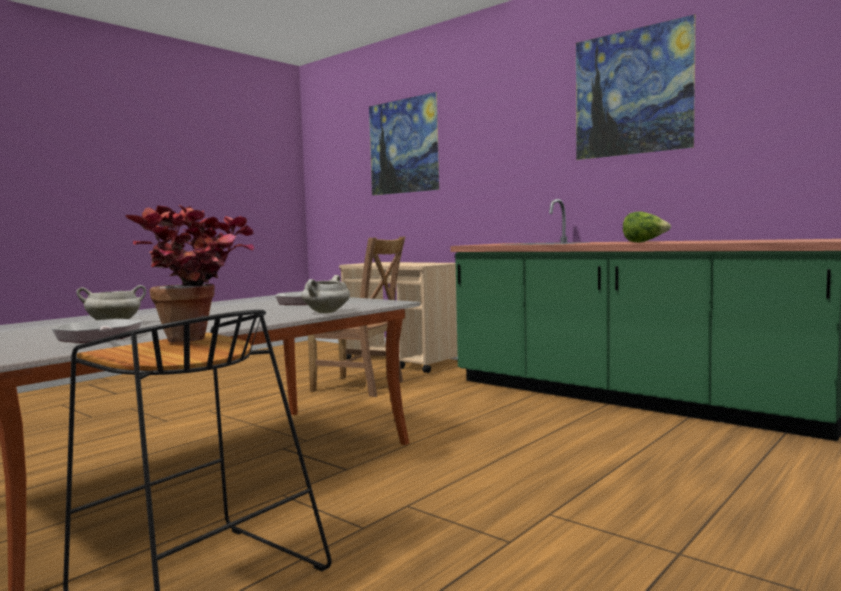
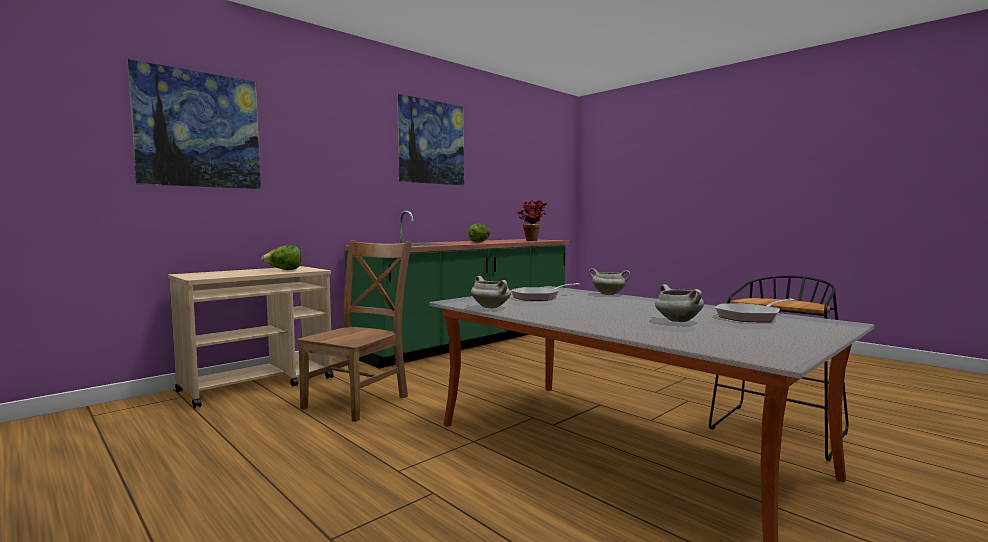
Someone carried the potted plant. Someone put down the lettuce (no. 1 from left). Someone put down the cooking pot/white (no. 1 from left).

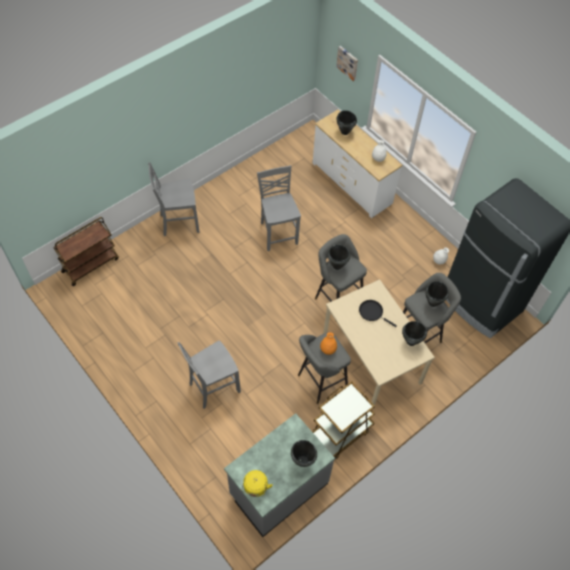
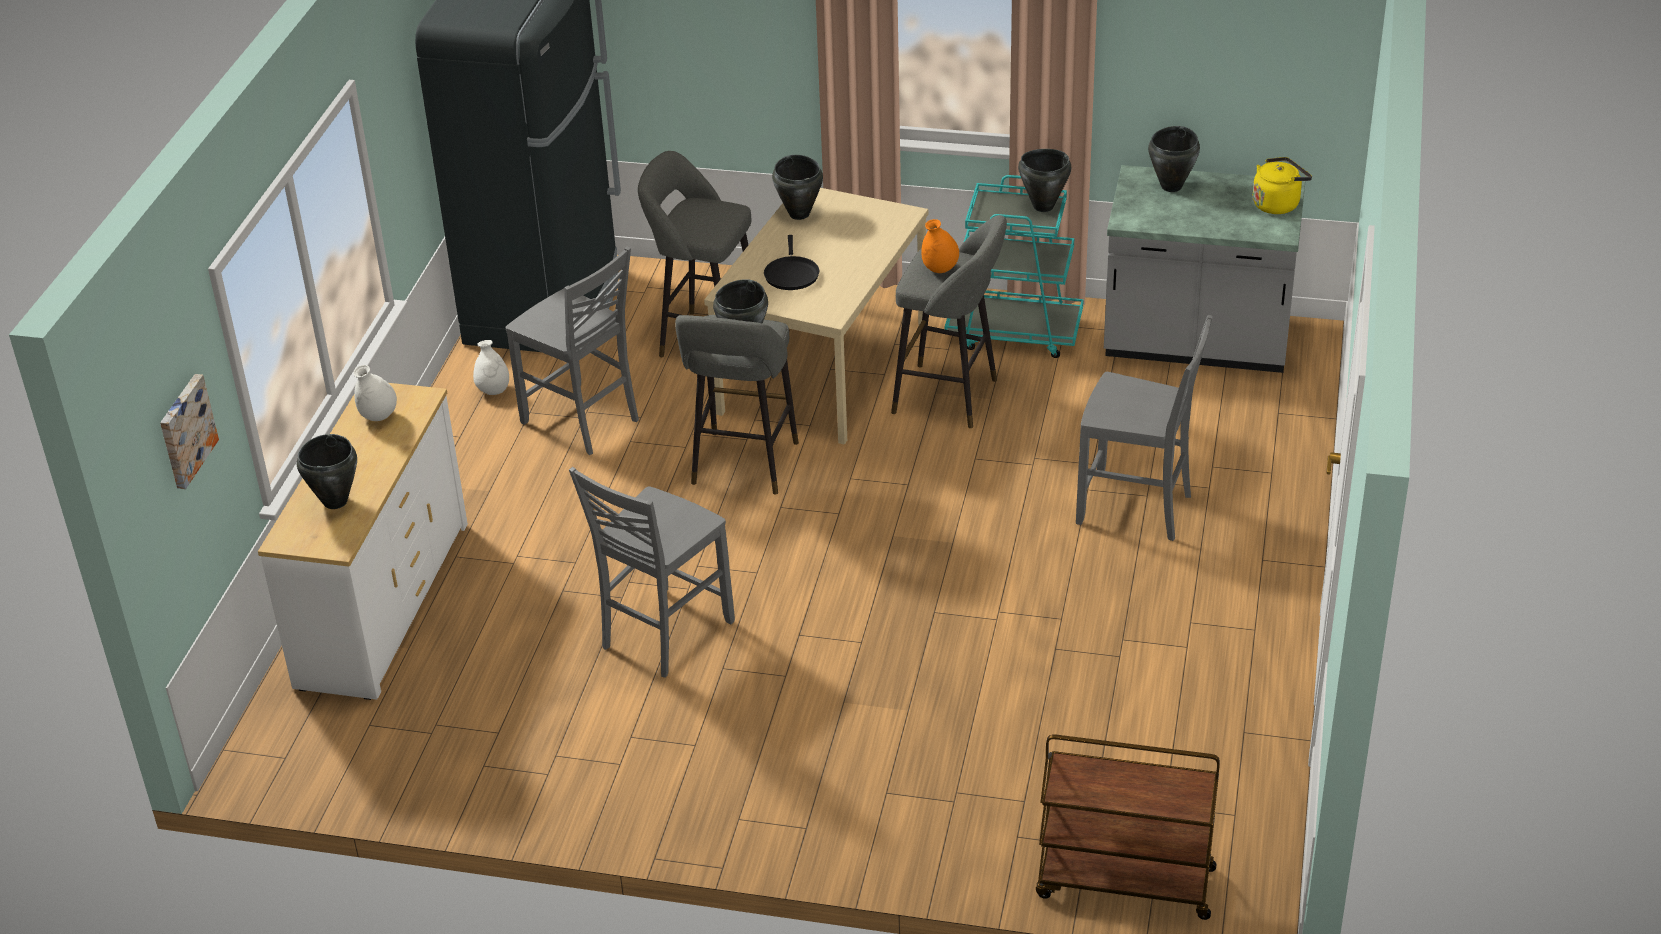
Someone carried the chair/grey (no. 1 from left). Someone repainted the cart/brown (no. 2 from left), which became the cart/turquoise. Someone carried the cooking pot/black (no. 5 from left in the first image).

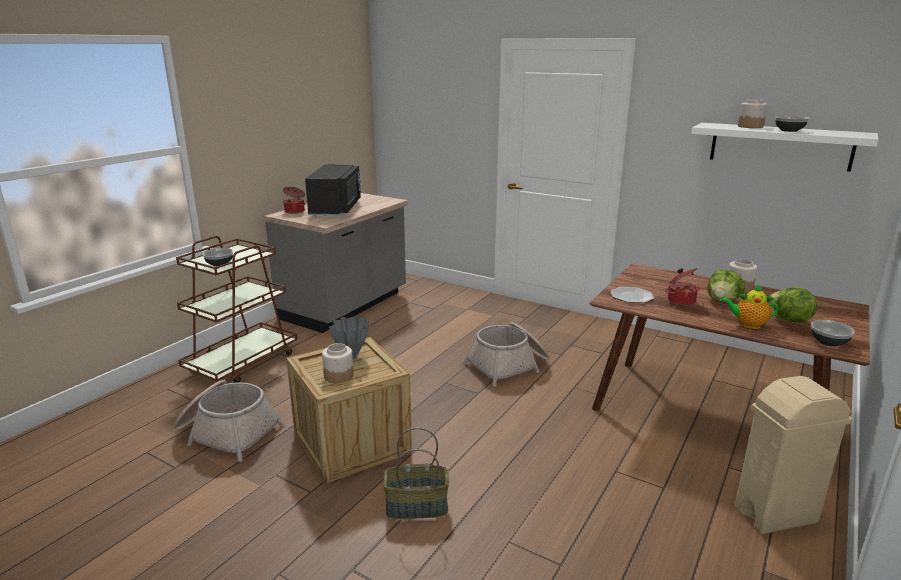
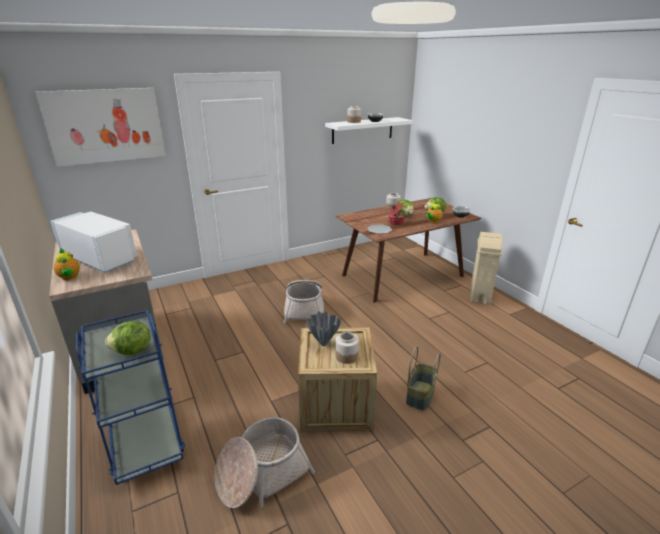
Someone repainted the cart/brown, which became the cart/blue. Someone swapped the bowl (no. 1 from left) for the lettuce (no. 1 from left). Someone swapped the cooking pot (no. 1 from left) for the teapot (no. 1 from left). Someone repainted the microwave/black, which became the microwave/white. Someone put up the picture.

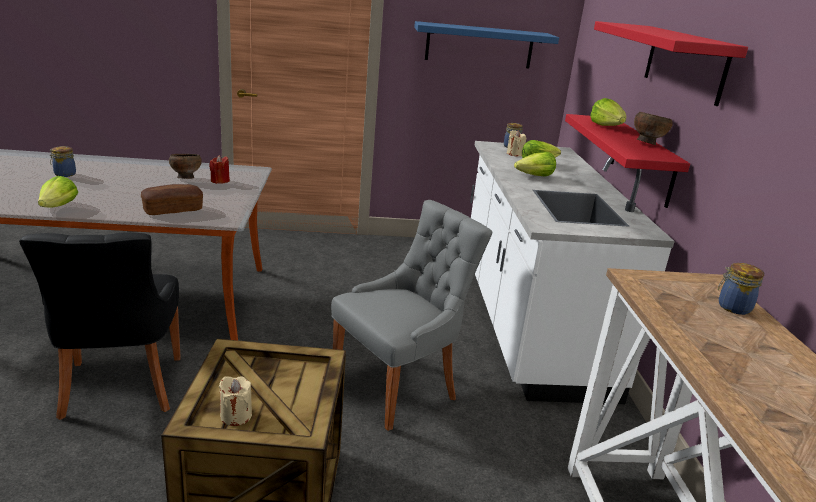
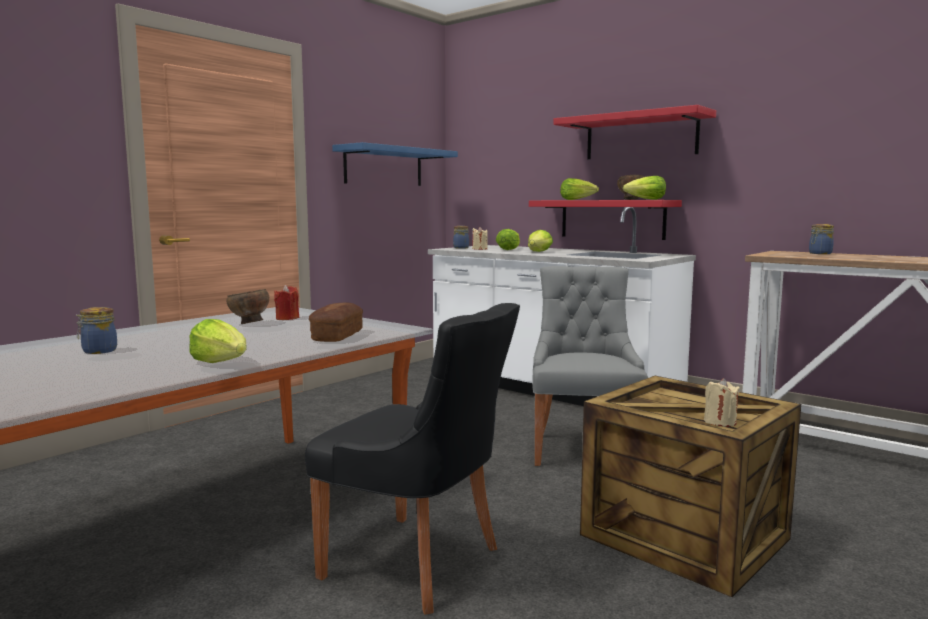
Someone put down the lettuce (no. 5 from left).

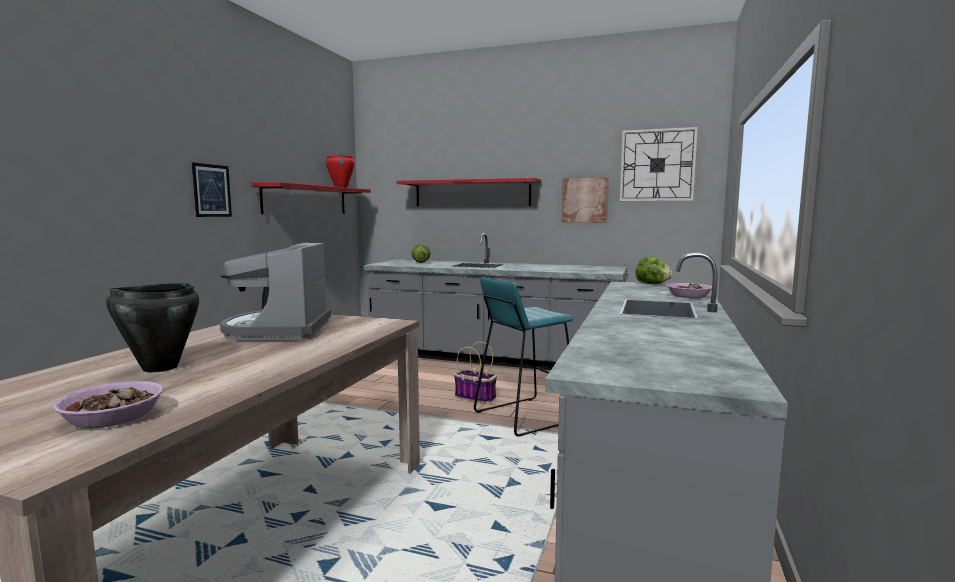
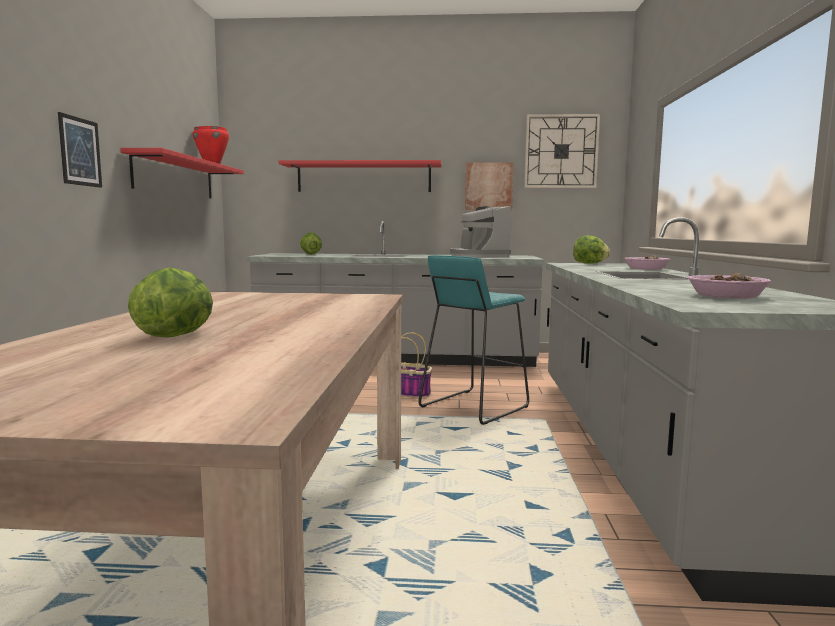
Someone carried the bowl (no. 1 from left in the first image). Someone swapped the cooking pot/black for the lettuce (no. 1 from left). Someone carried the coffee machine.

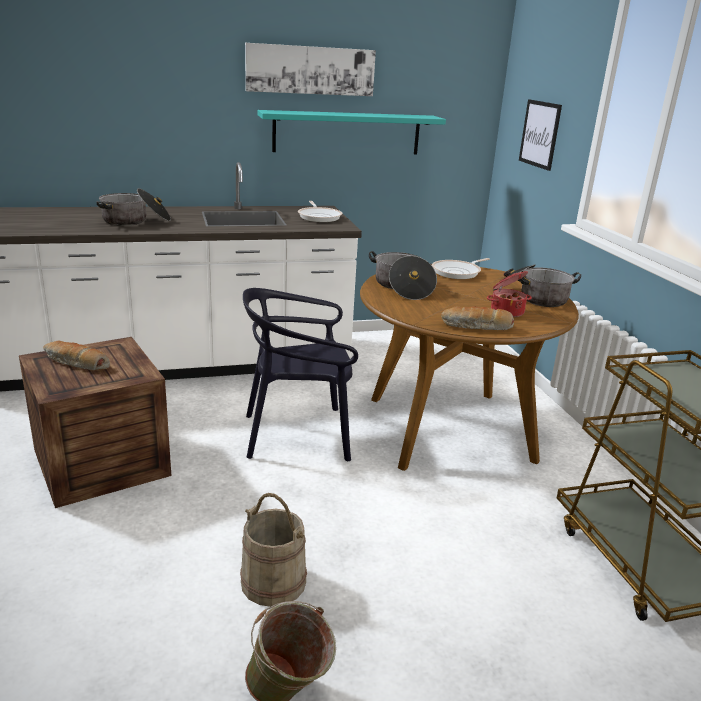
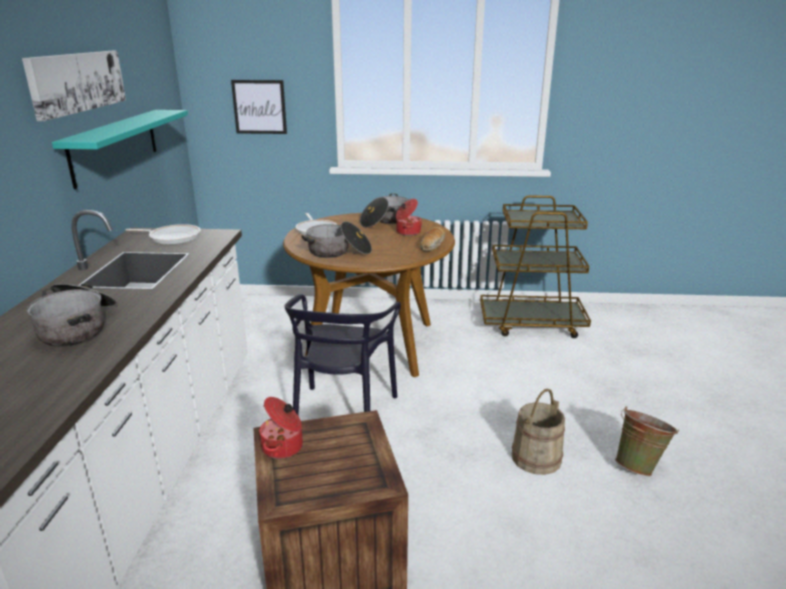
Someone took away the bread (no. 1 from left). Someone put down the cooking pot (no. 2 from left).

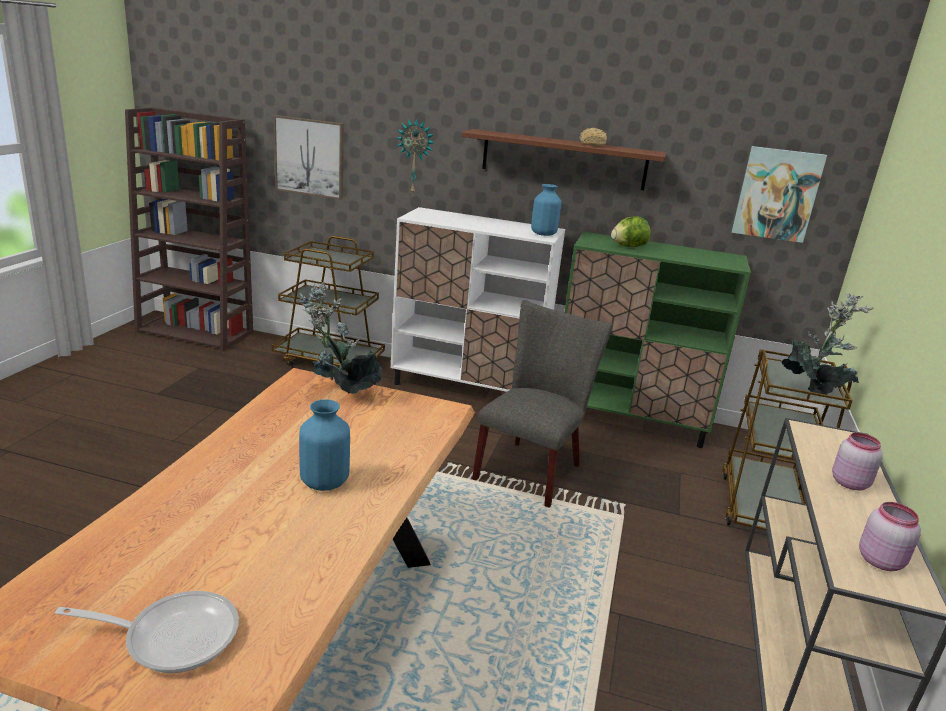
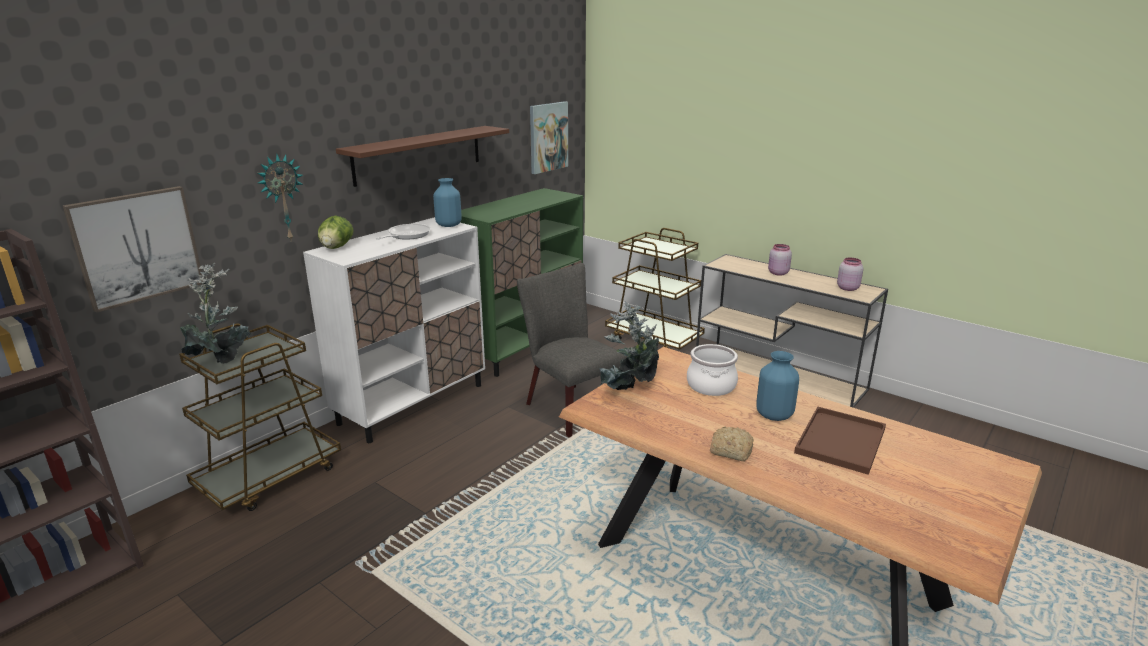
Someone carried the frying pan. Someone carried the bread. Someone carried the lettuce. Someone carried the potted plant (no. 2 from left in the first image). Someone put down the cooking pot. Someone put down the tray/brown.

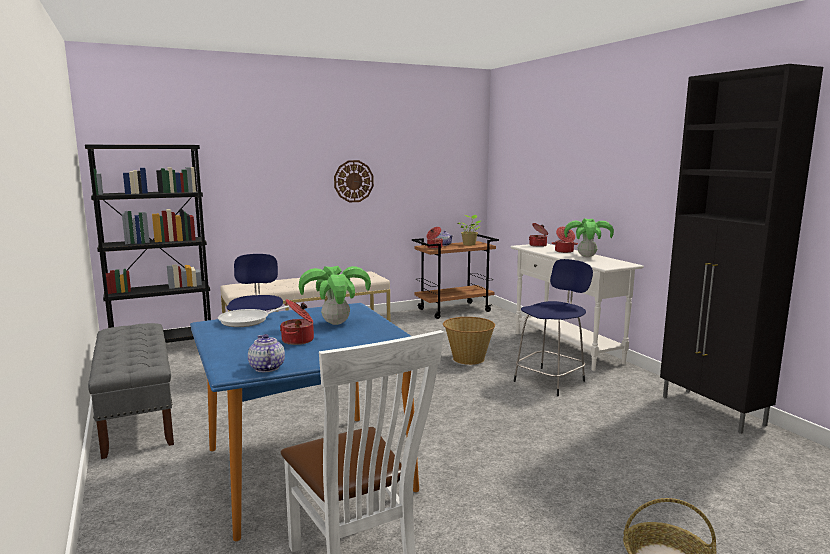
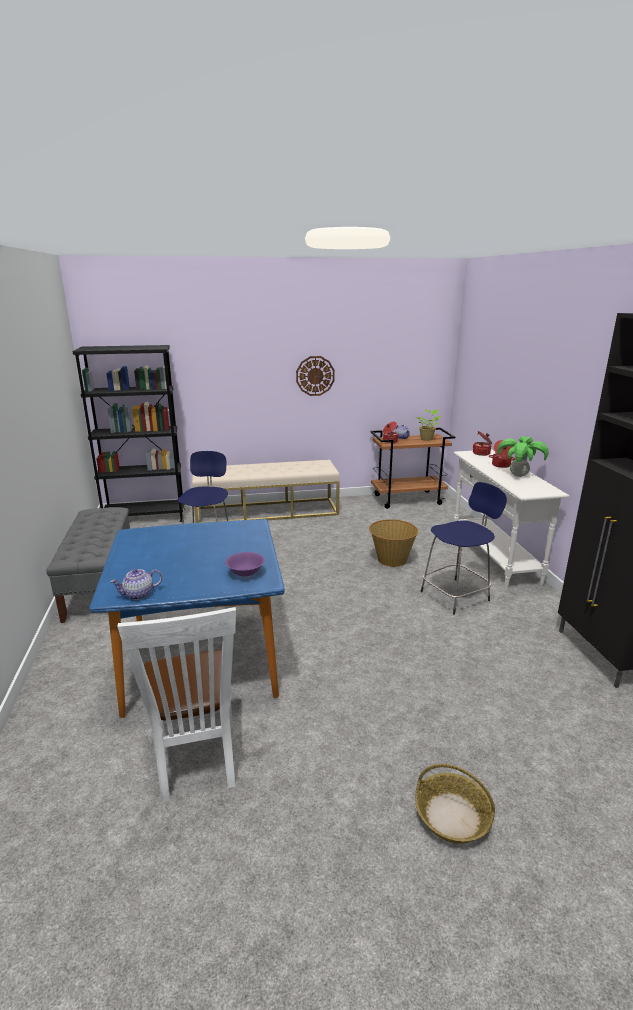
Someone took away the frying pan. Someone rotated the teapot (no. 1 from left) by 105 degrees counterclockwise. Someone took away the cooking pot (no. 1 from left). Someone took away the potted plant (no. 1 from left). Someone put down the bowl/purple.

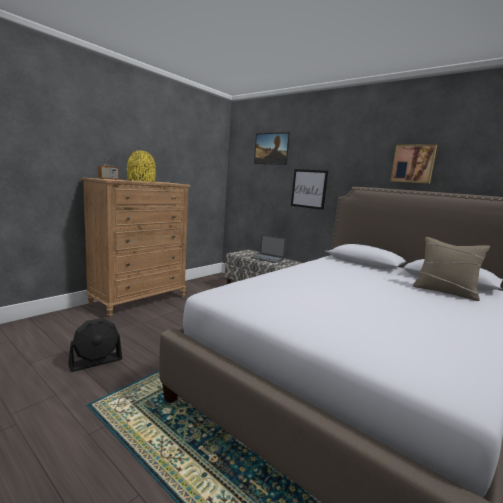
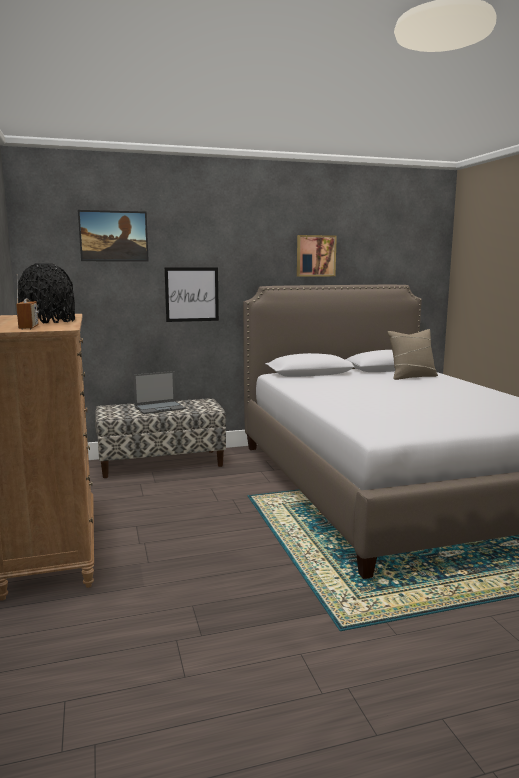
Someone took away the fan/black. Someone repainted the vase/yellow, which became the vase/black.

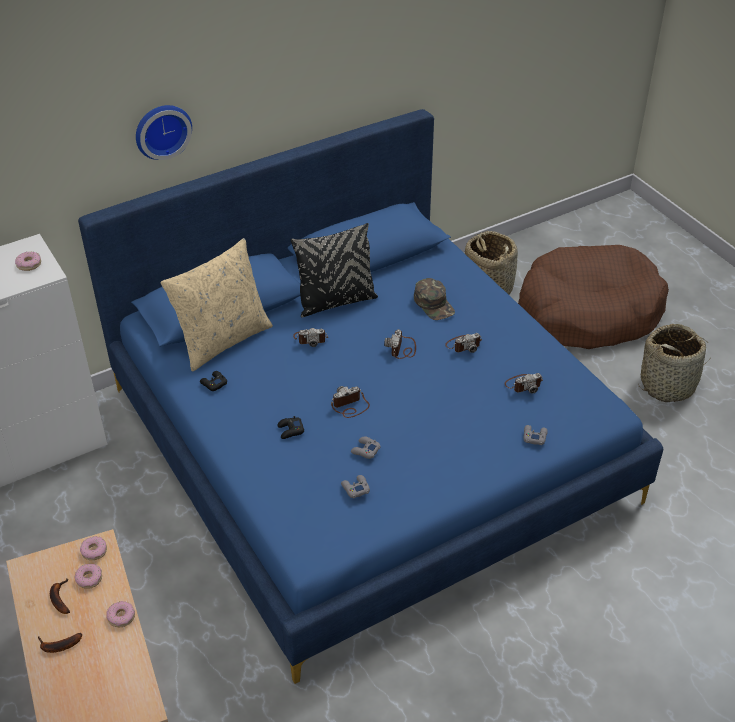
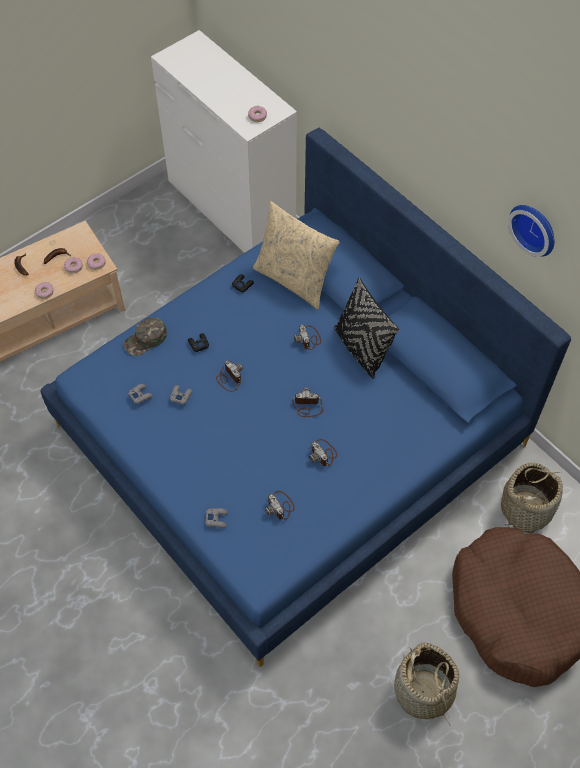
Someone carried the wall clock. Someone carried the cap/green.

